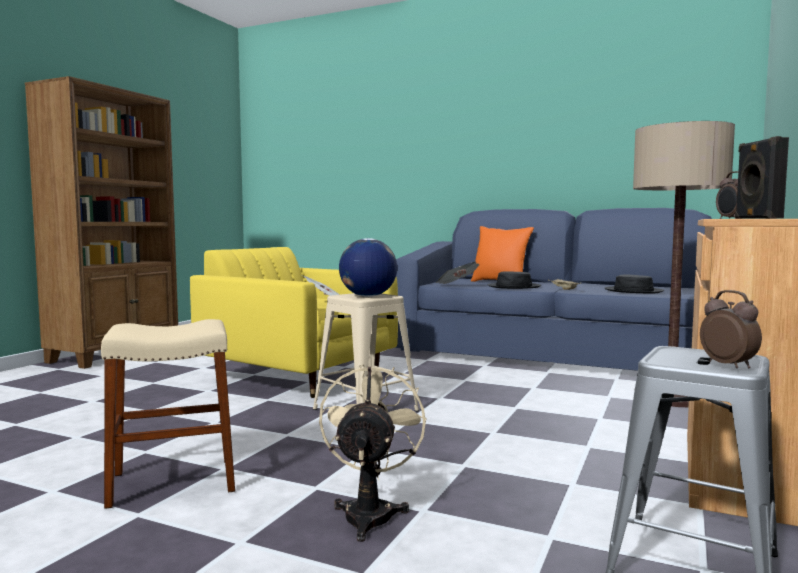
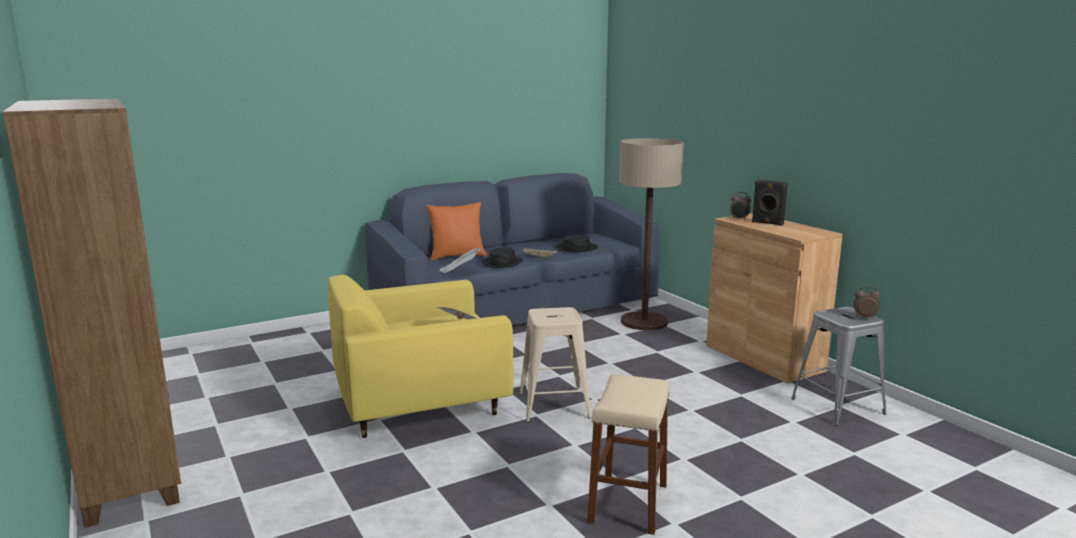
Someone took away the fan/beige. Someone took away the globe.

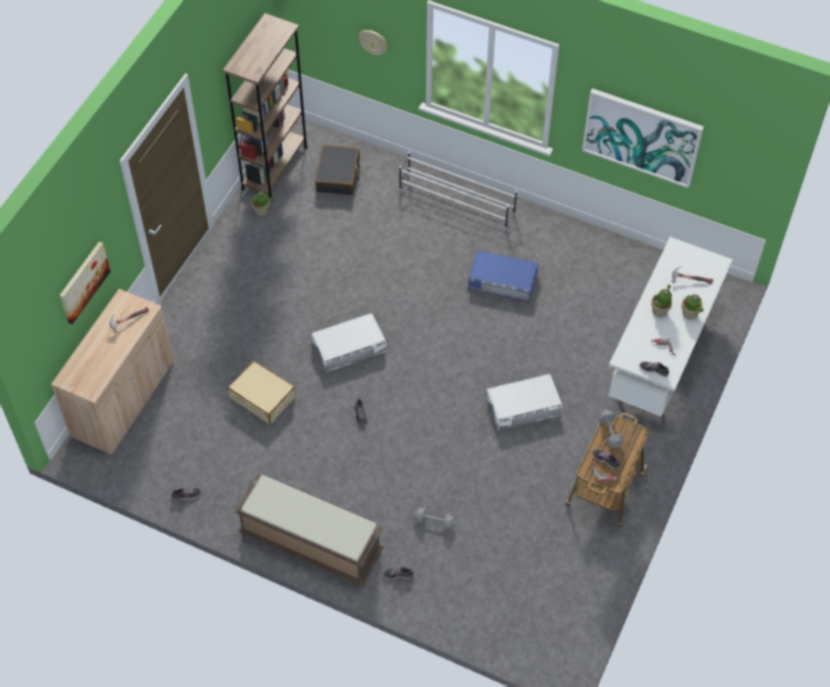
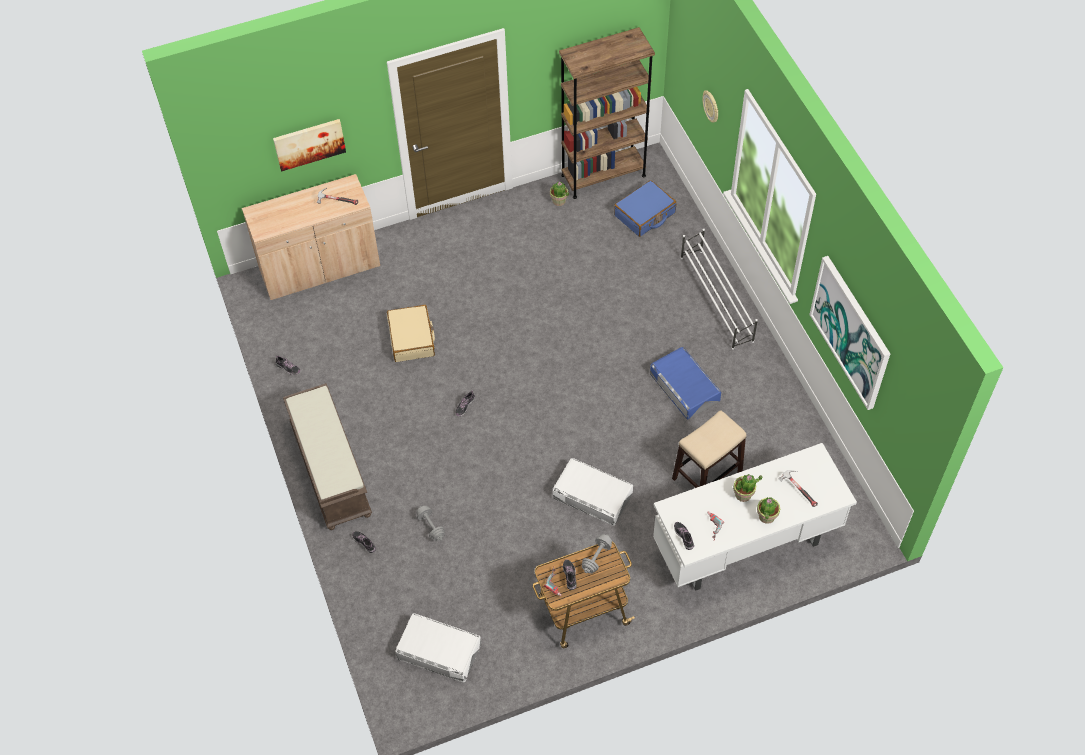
Someone carried the storage box/white (no. 1 from left). Someone repainted the suitcase/black, which became the suitcase/blue. Someone put down the stool.

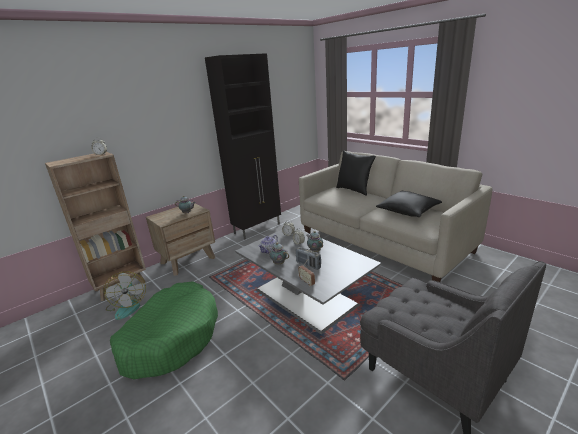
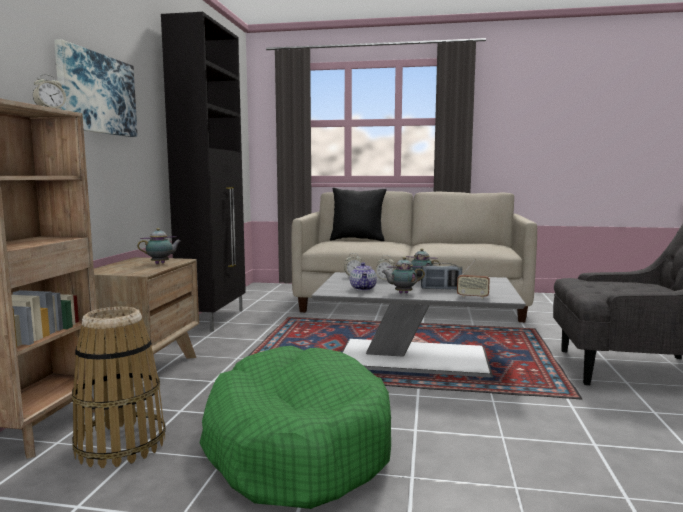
Someone swapped the fan for the basket. Someone took away the pillow/black (no. 2 from left). Someone put up the picture.

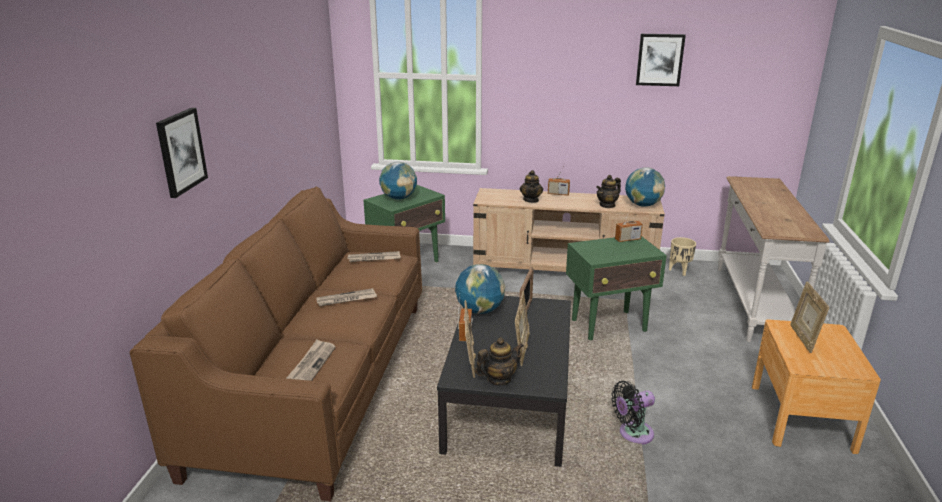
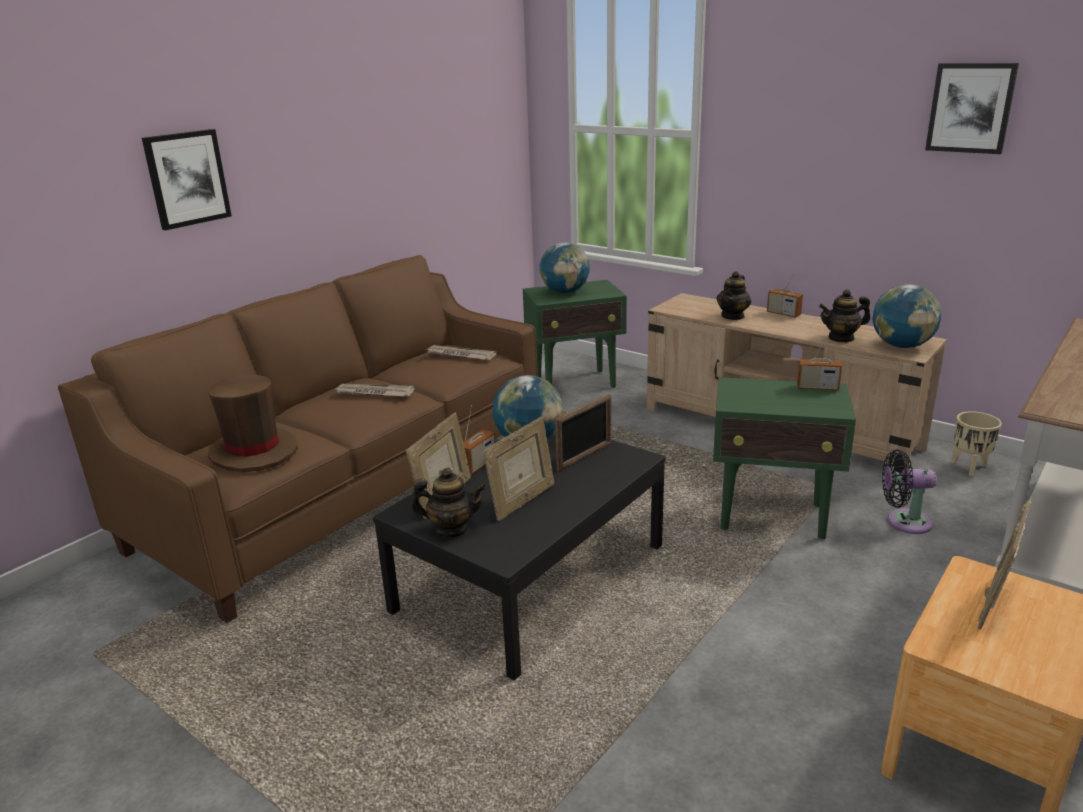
Someone swapped the newspaper (no. 1 from left) for the hat/brown. Someone carried the fan/black.

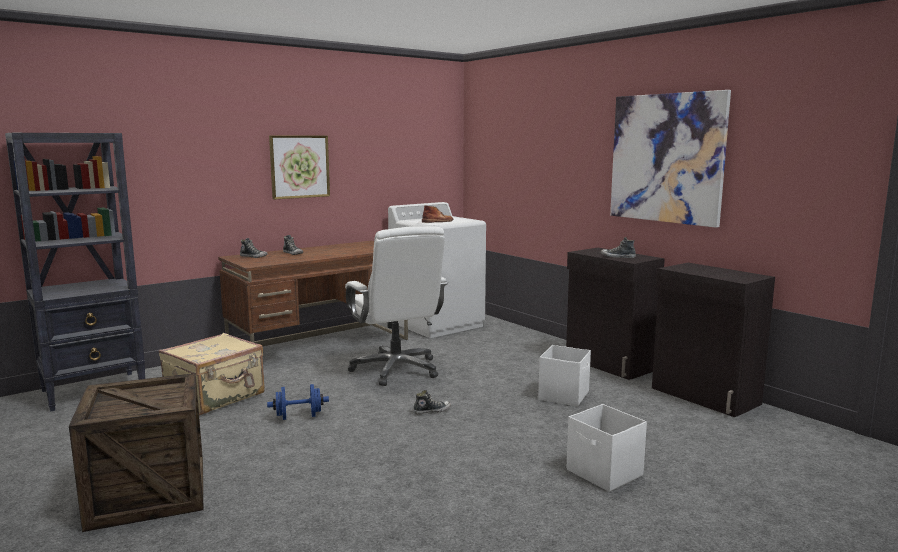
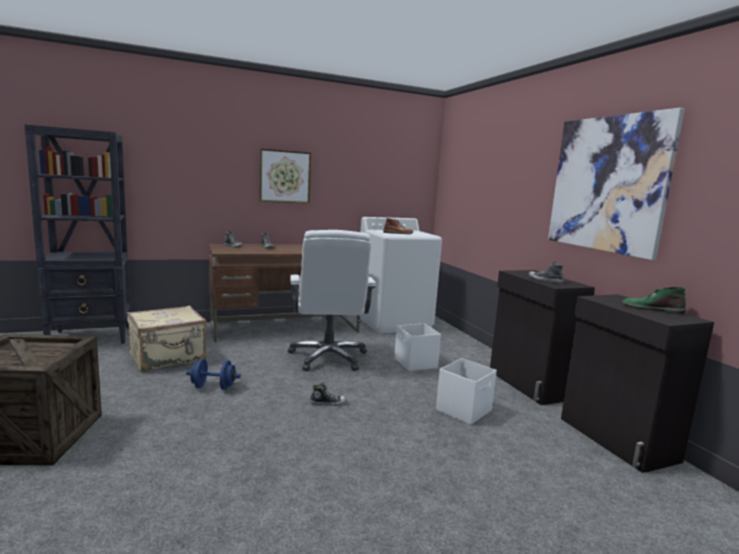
Someone carried the storage box/white (no. 2 from left in the first image). Someone put down the boot/green.

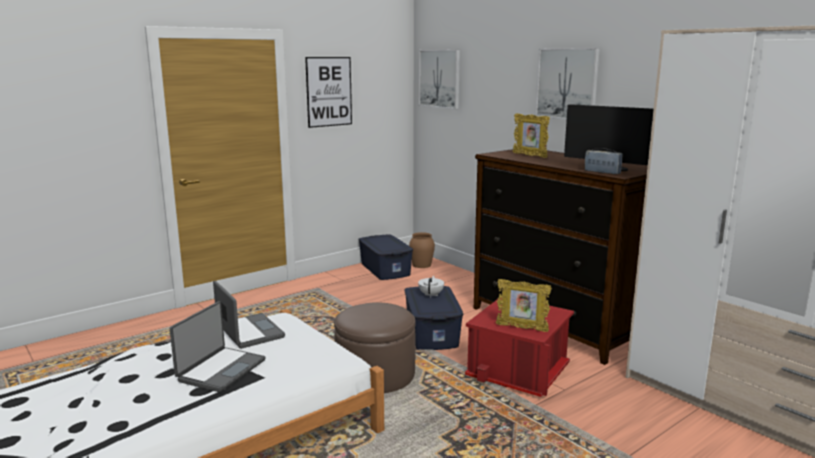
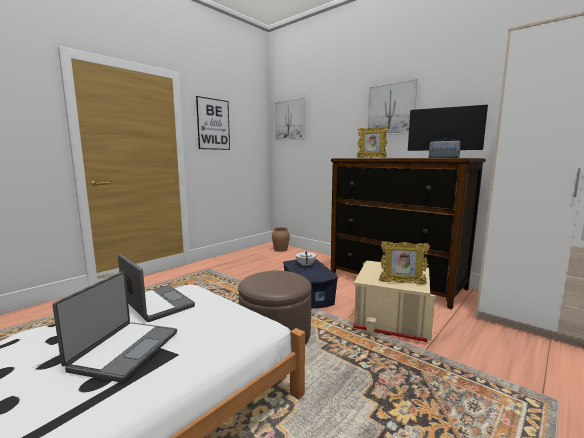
Someone took away the storage box/blue (no. 1 from left). Someone repainted the storage box/red, which became the storage box/beige.

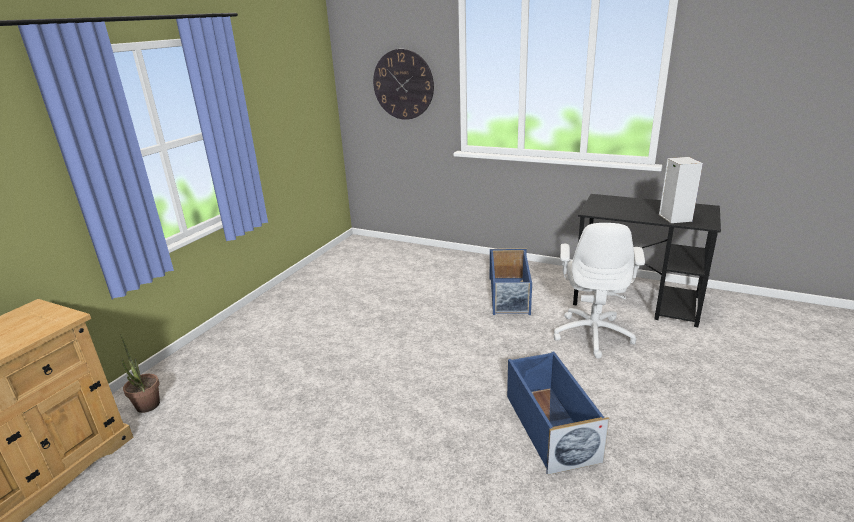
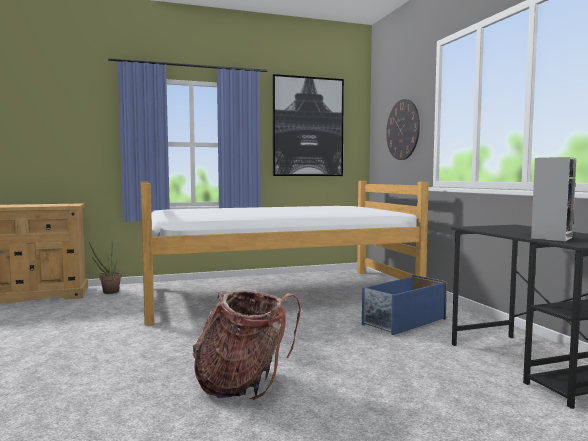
Someone swapped the storage box/blue (no. 2 from left) for the backpack. Someone took away the office chair/white. Someone put down the bed. Someone put up the picture.

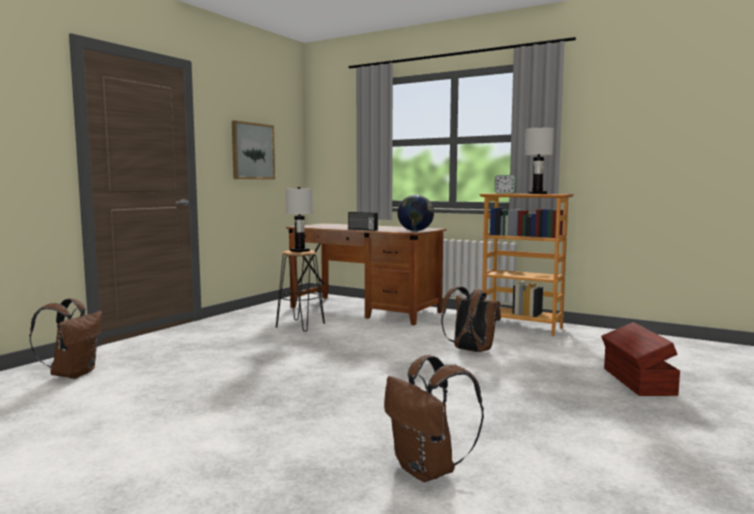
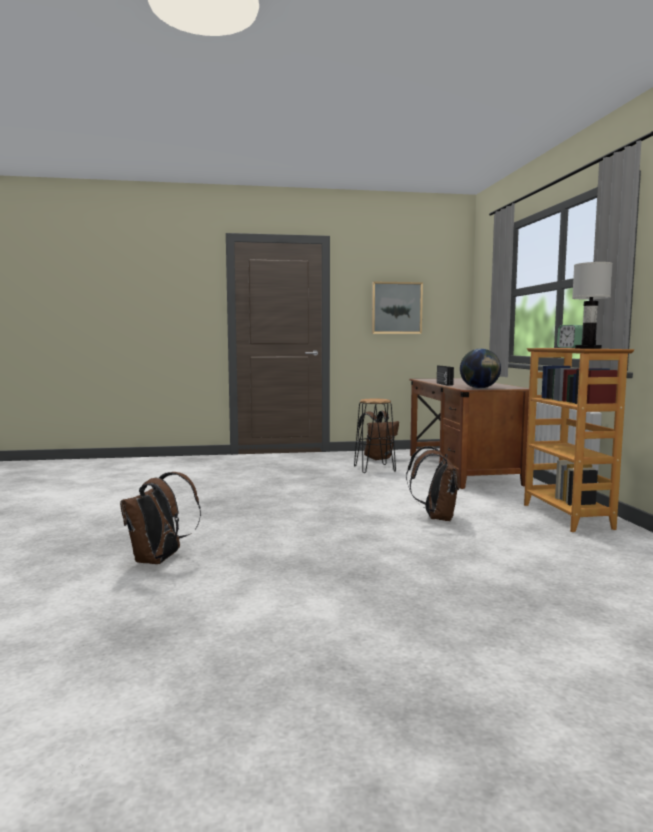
Someone carried the backpack/brown (no. 1 from left in the first image). Someone took away the table lamp/white (no. 1 from left). Someone took away the storage box/brown.

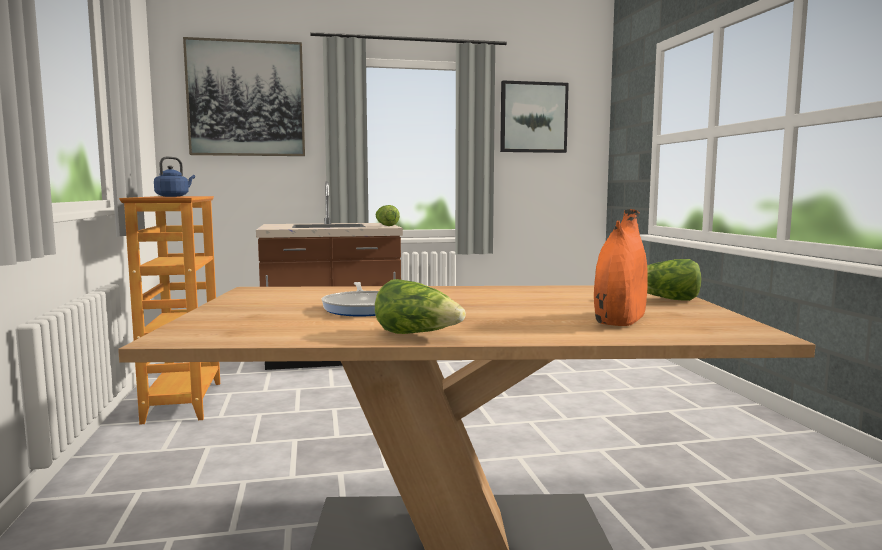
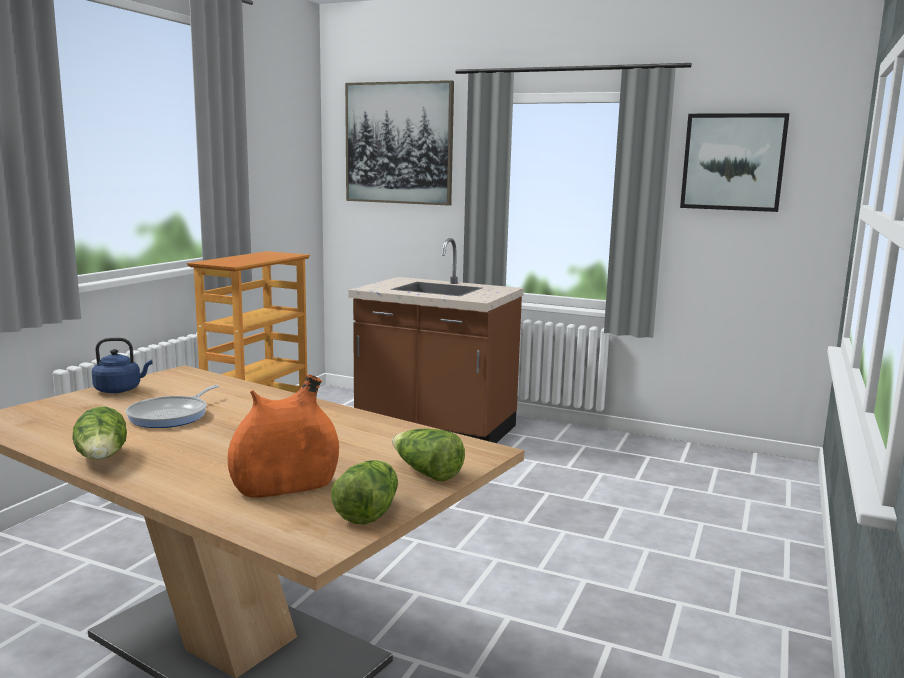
Someone carried the kettle/blue. Someone carried the lettuce (no. 1 from left in the first image).

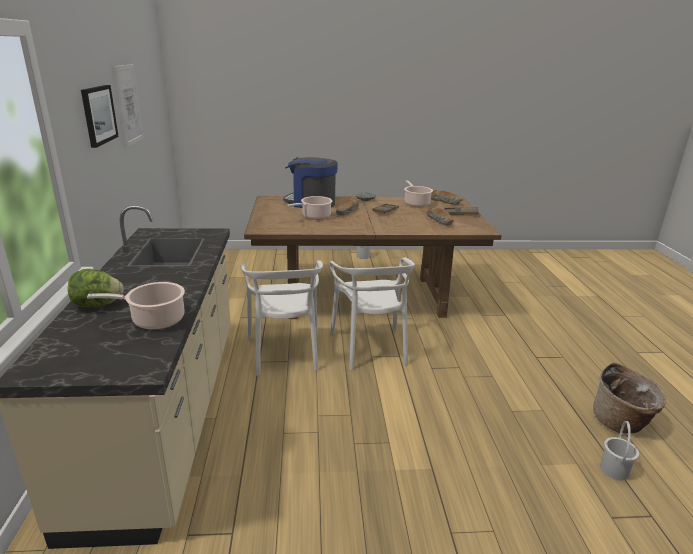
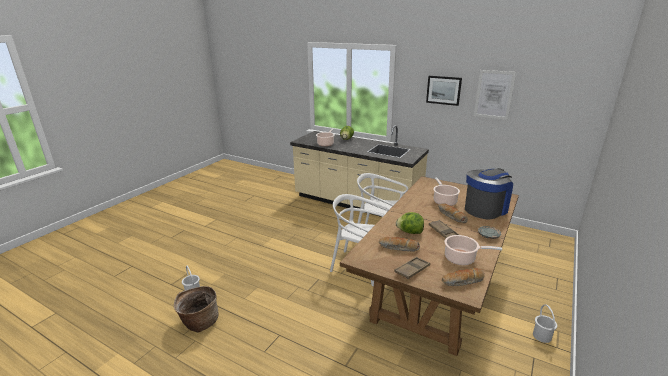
Someone put down the lettuce (no. 2 from left).

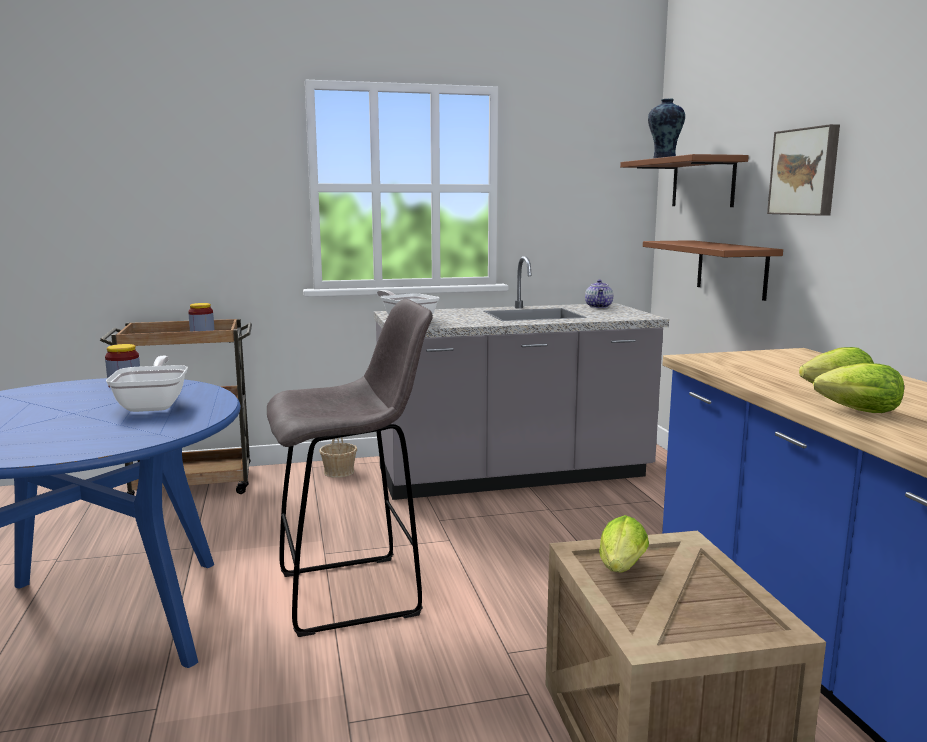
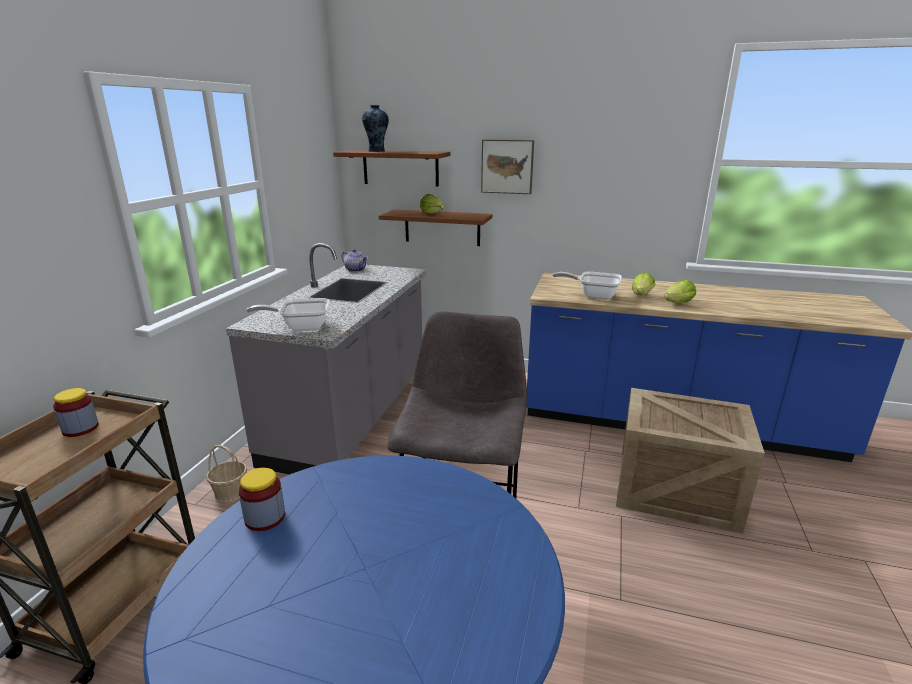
Someone carried the frying pan (no. 1 from left in the first image). Someone carried the lettuce (no. 1 from left).

